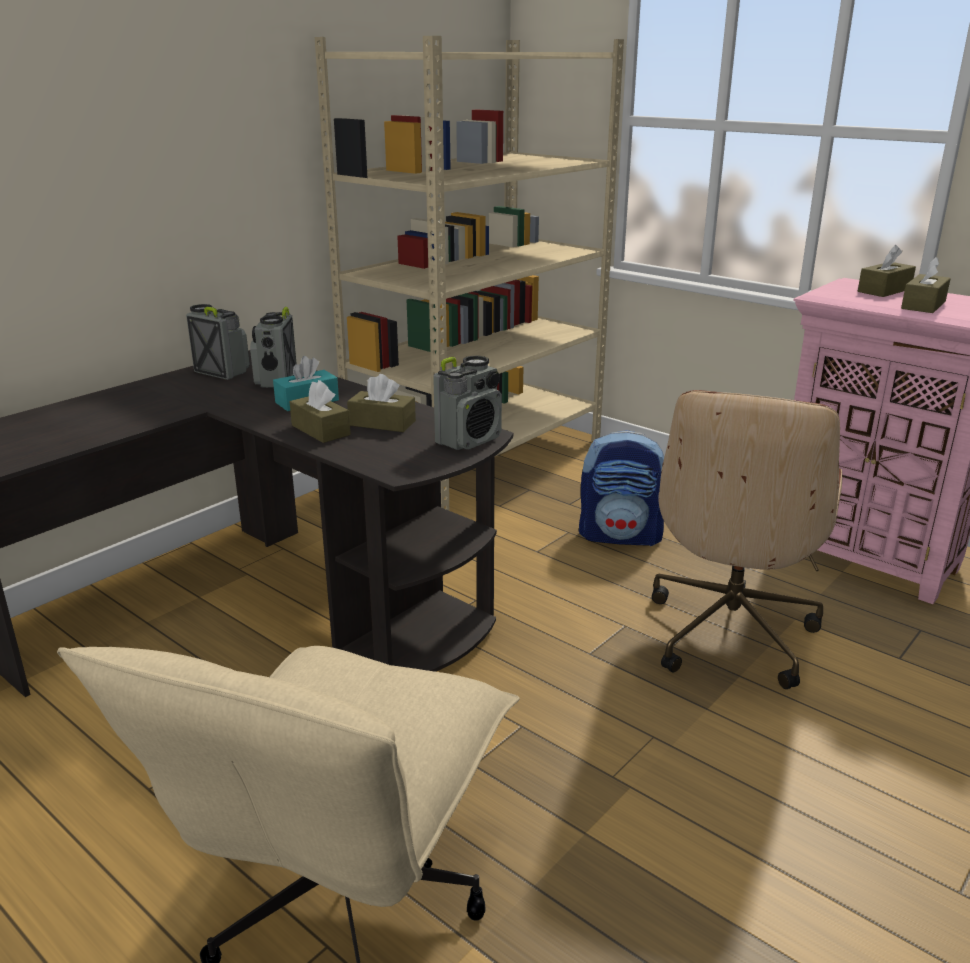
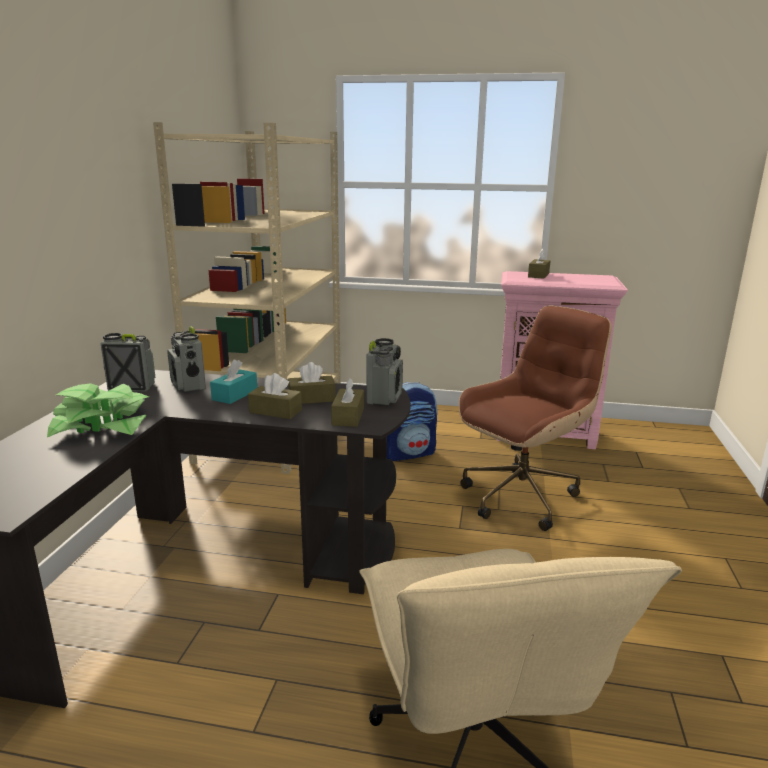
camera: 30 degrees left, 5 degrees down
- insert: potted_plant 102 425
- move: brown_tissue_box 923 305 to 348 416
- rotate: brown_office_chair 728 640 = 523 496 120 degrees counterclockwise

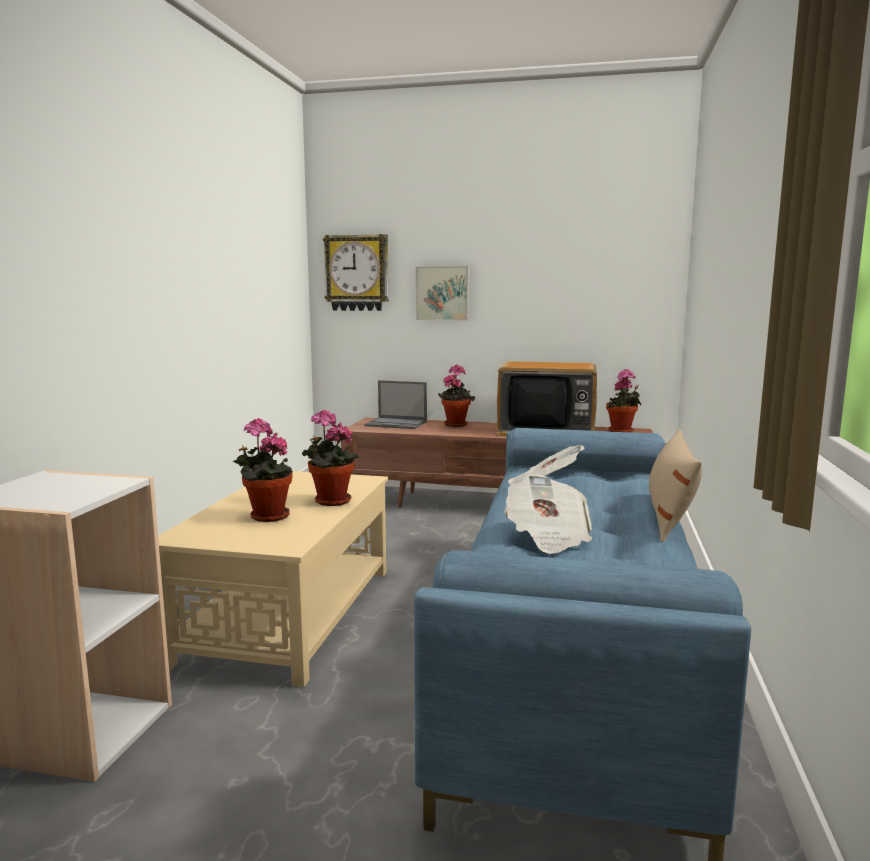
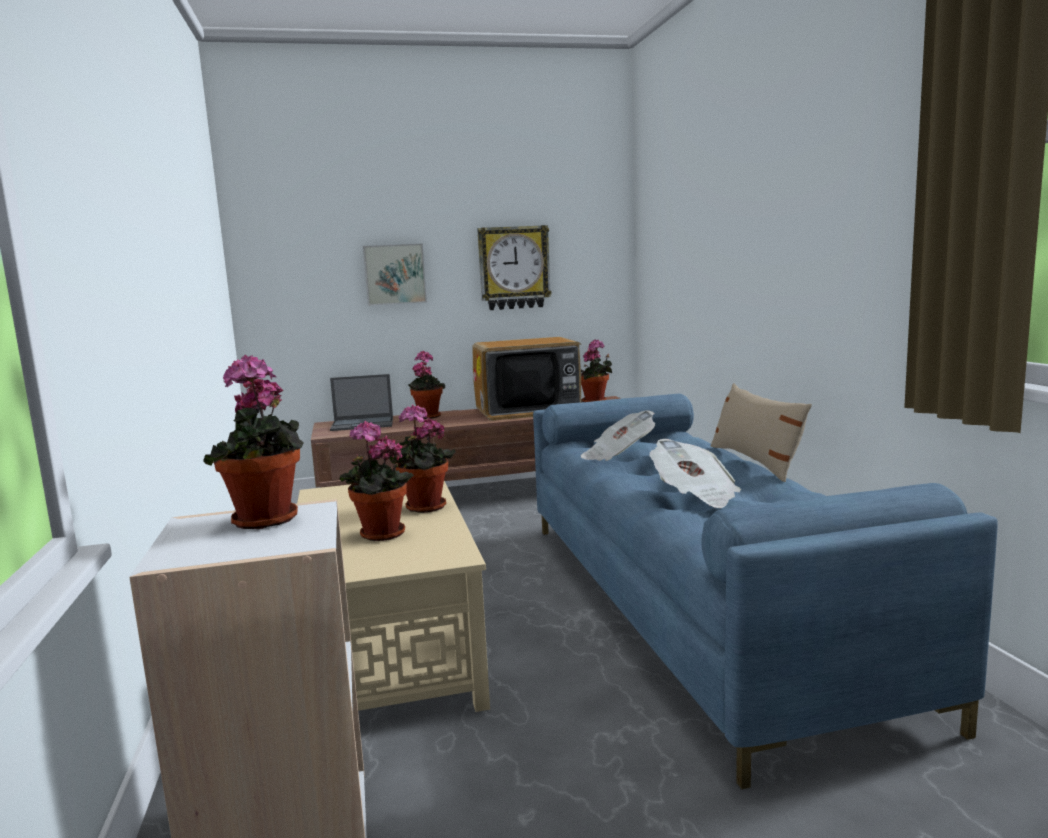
camera: 25 degrees left, 0 degrees up
- insert: potted_plant 267 521
- move: wall_clock 357 273 to 514 268

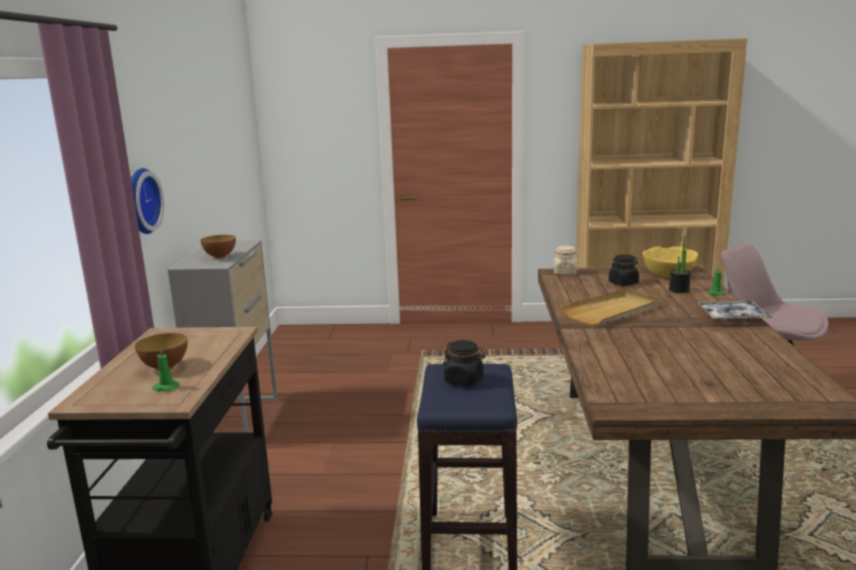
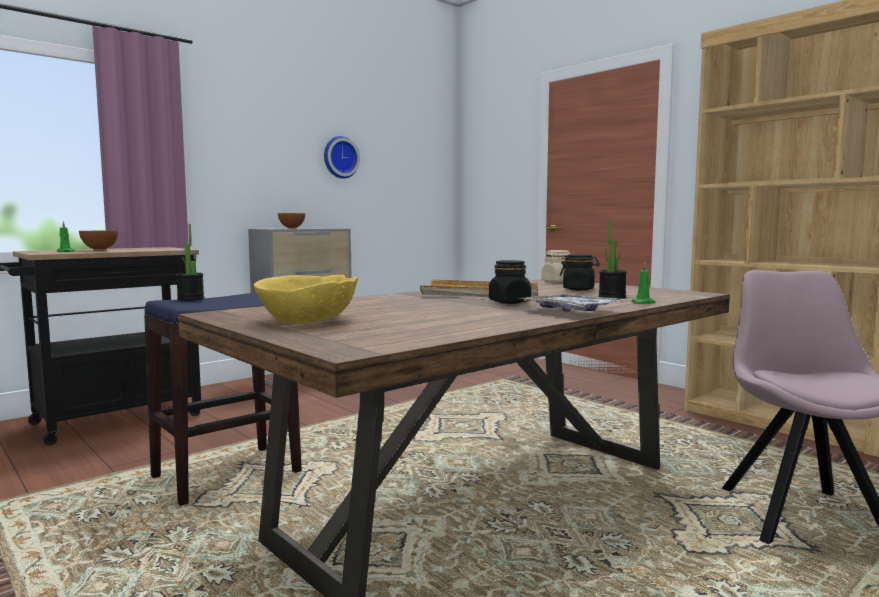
camera: 45 degrees right, 10 degrees down
- insert: potted_plant 190 299
- move: wall_clock 139 201 to 340 157
- move: black_jar 464 380 to 509 302
- move: yellow_bowl 668 274 to 307 320

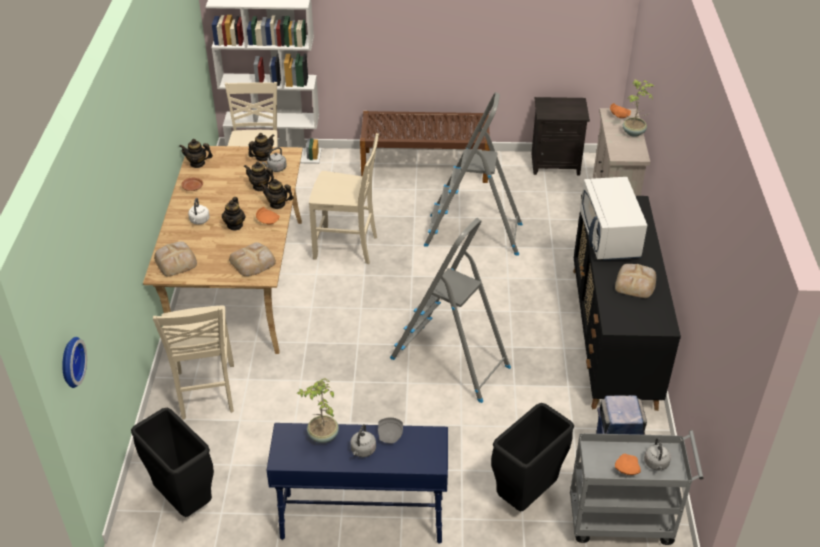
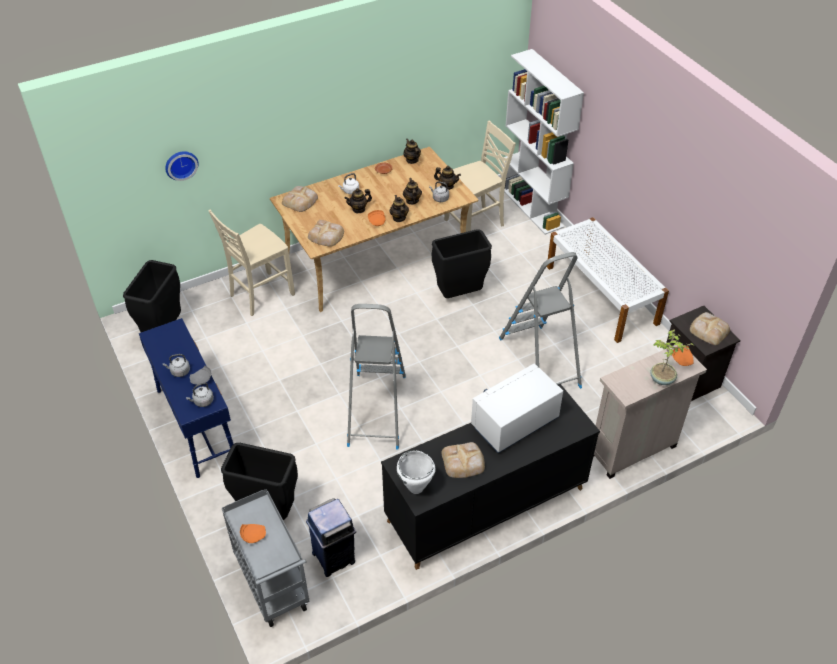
camera: 60 degrees right, 5 degrees up
- delete: potted_plant 322 436
- insert: white_cooking_pot 416 488
- insert: bread 708 330
- move: wall_clock 69 362 to 181 164
- move: grey_kettle 656 464 to 202 401
- replace: beige_chair 347 247 to black_trash_can 459 295
- recolor: brown_bench 425 165 to white_bench 602 294

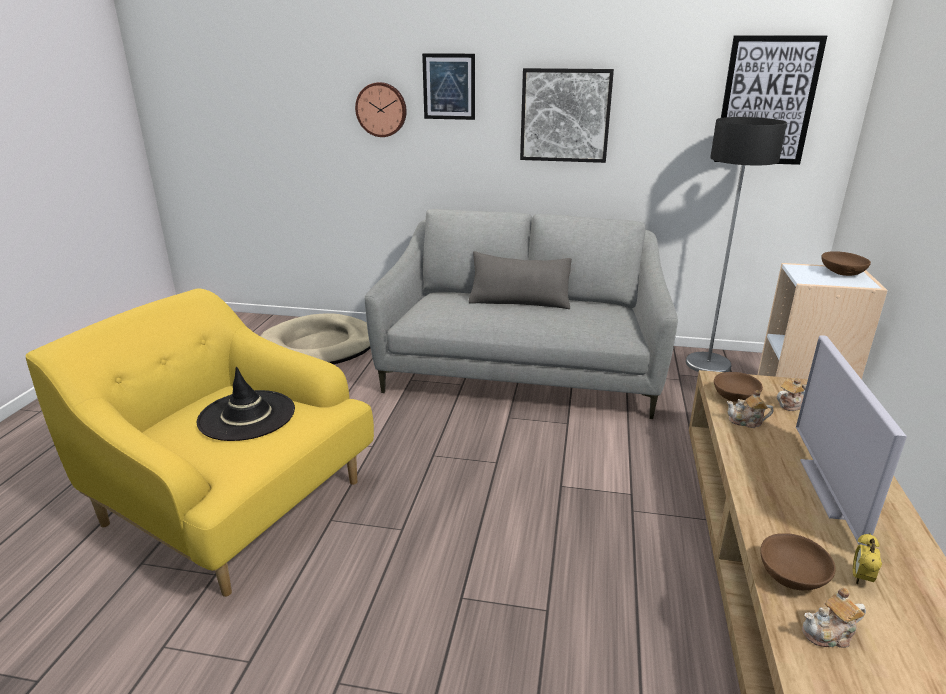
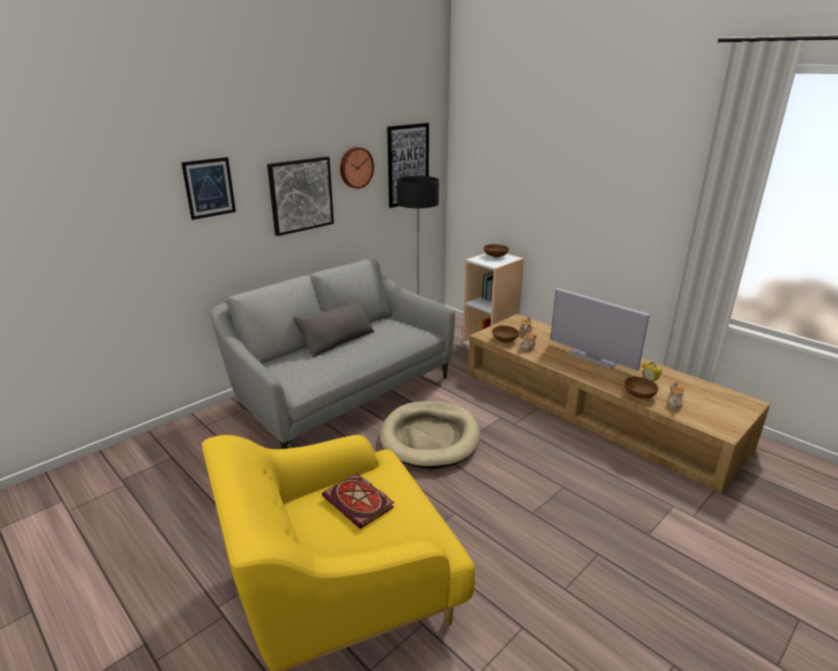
camera: 55 degrees left, 0 degrees up
- move: beige_dog_bed 320 346 to 430 438
- move: wall_clock 381 109 to 355 167
- replace: black_hat 247 416 to book 360 502

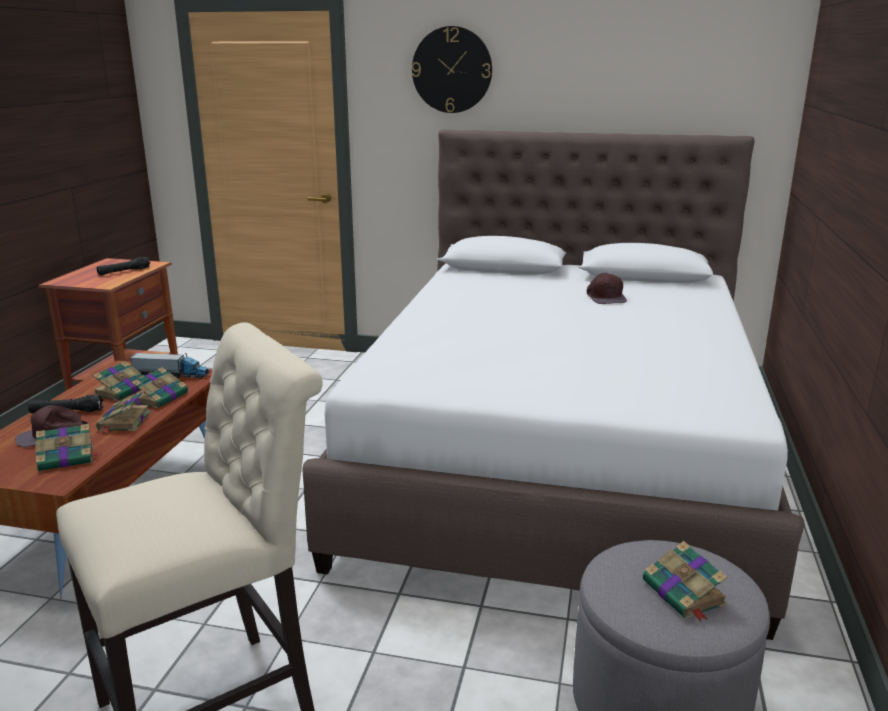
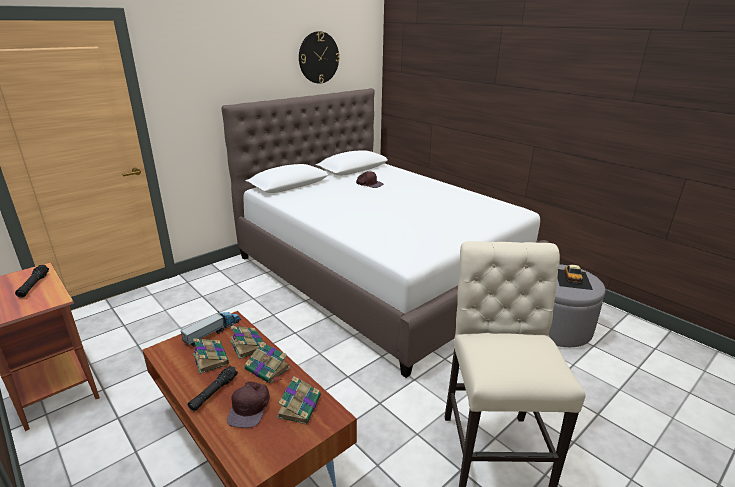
camera: 55 degrees left, 5 degrees up
- move: wall_clock 452 70 to 318 57
- replace: book 684 594 to toy_car 573 278

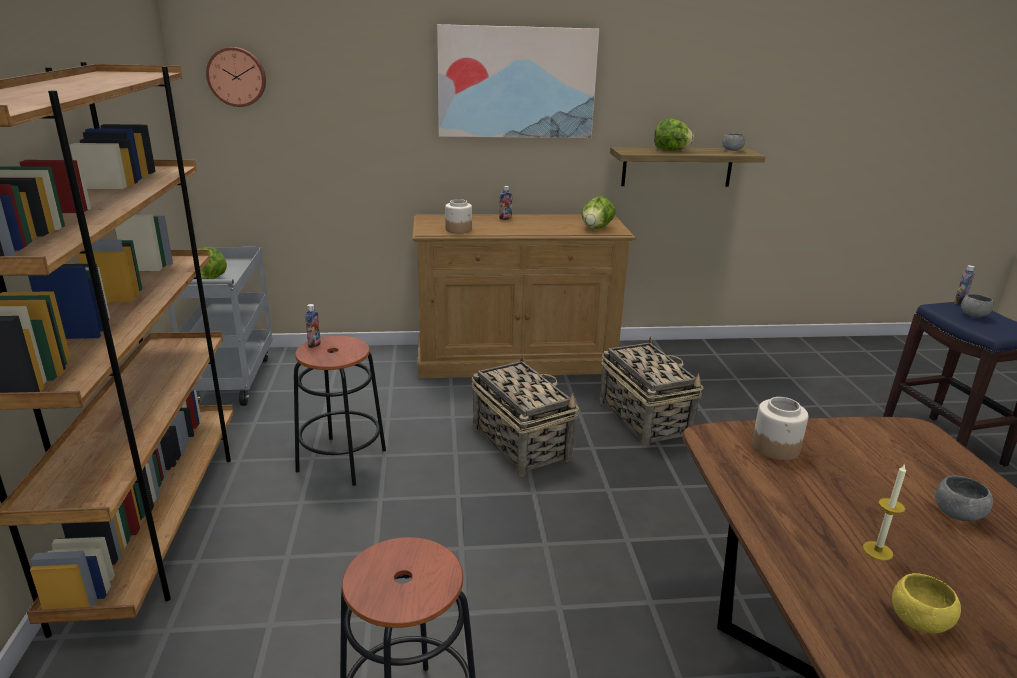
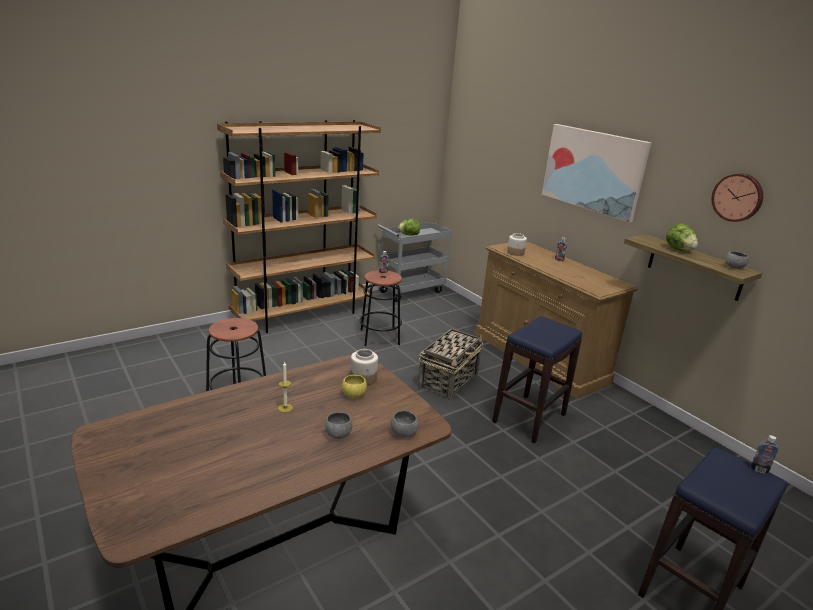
camera: 60 degrees right, 0 degrees up
- delete: lettuce 596 228
- move: wall_clock 237 77 to 738 197
- move: yellow_bowl 918 621 to 354 394
- move: grey_bowl 973 315 to 403 433
- replace: basket 643 418 to stool 529 418

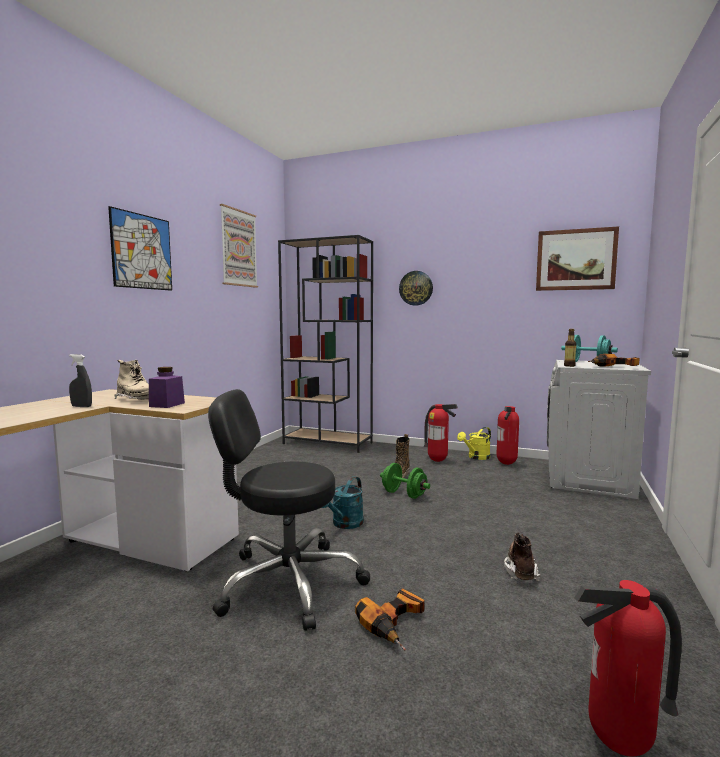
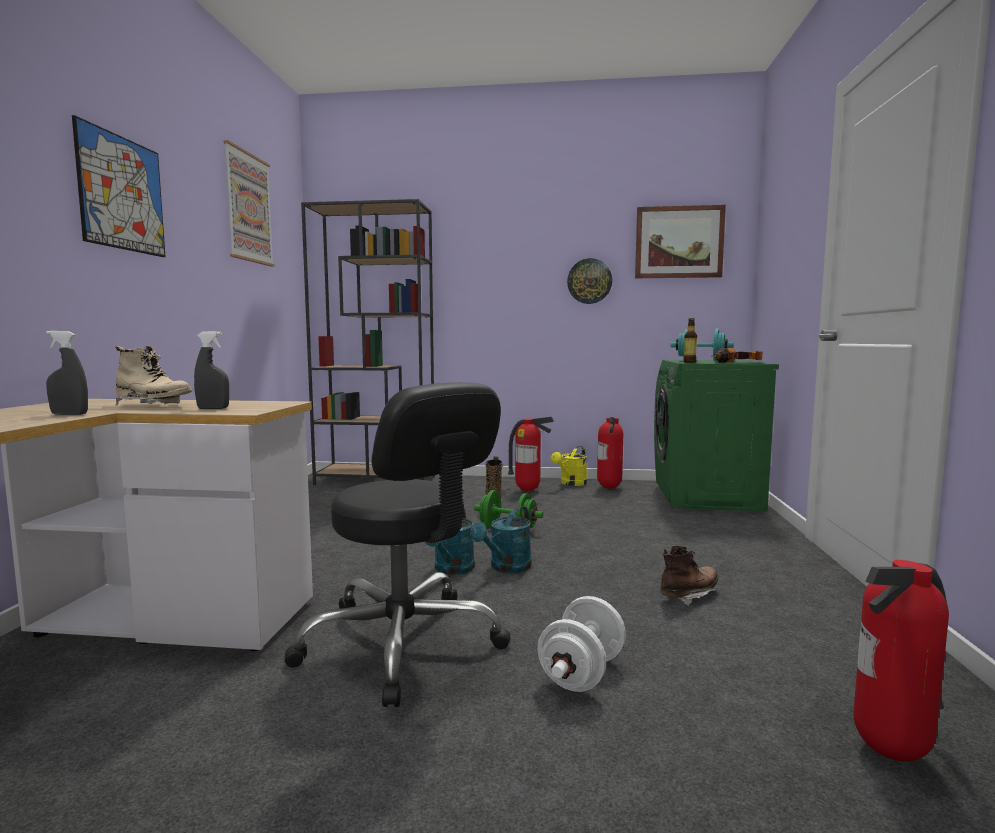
camera: 15 degrees left, 0 degrees up
- insert: turquoise_watering_can 506 567
- move: wall_clock 416 288 to 589 281
- replace: purple_jar 167 405 to grey_spray_bottle 213 408
- replace: power_drill 396 625 to white_dumbbell 581 673
- recolor: white_washing_machine 588 480 to green_washing_machine 706 498
- rotate: black_office_chair 283 583 = 407 647 120 degrees counterclockwise
- rotate: brown_boot 520 570 = 689 595 60 degrees clockwise

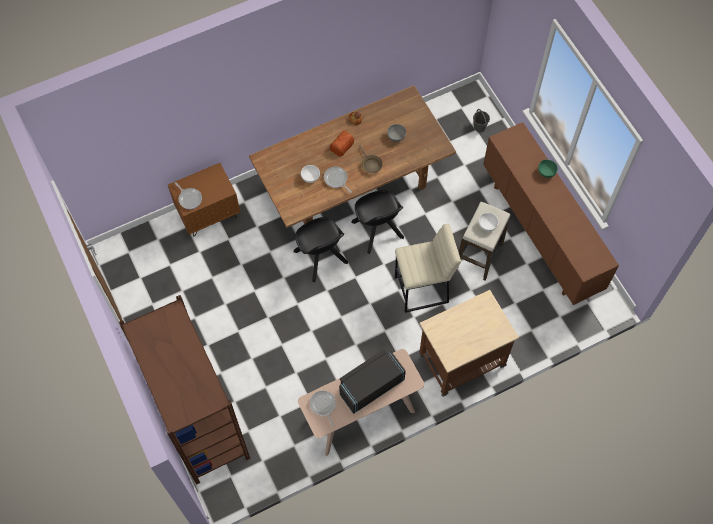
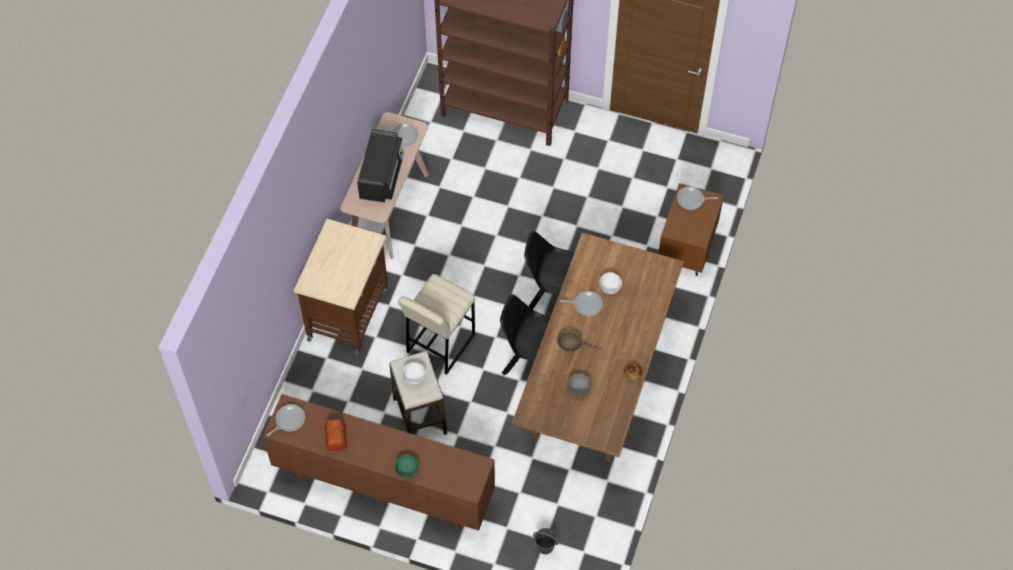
camera: 135 degrees right, 5 degrees down
- insert: frying_pan 289 420
- move: bread 342 146 to 335 438

